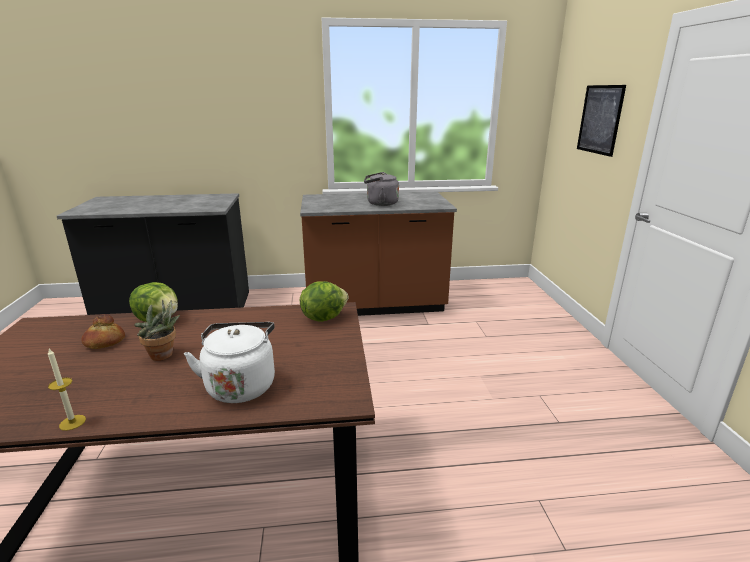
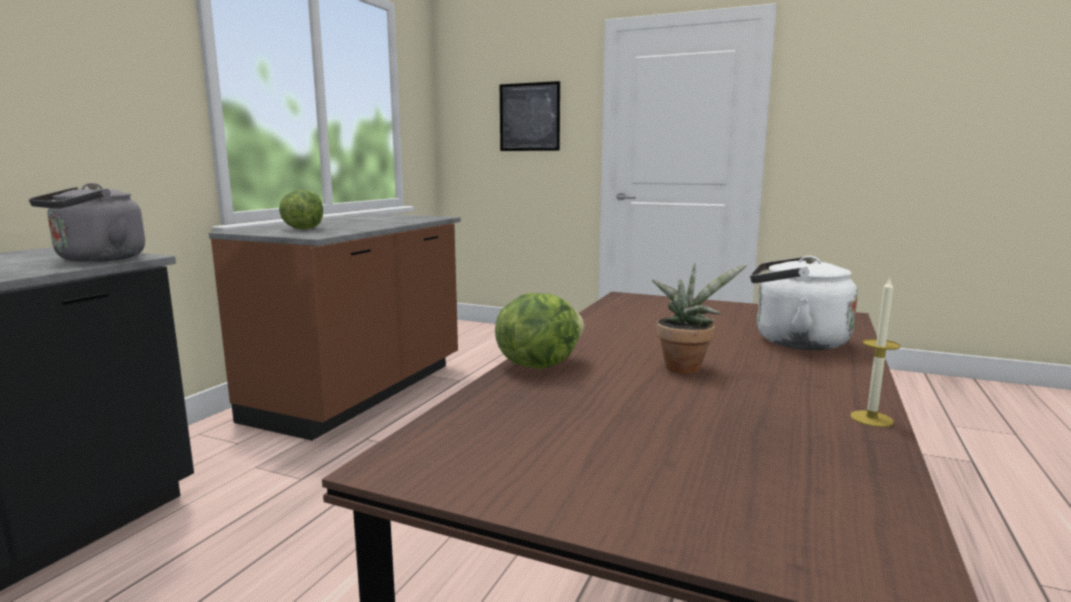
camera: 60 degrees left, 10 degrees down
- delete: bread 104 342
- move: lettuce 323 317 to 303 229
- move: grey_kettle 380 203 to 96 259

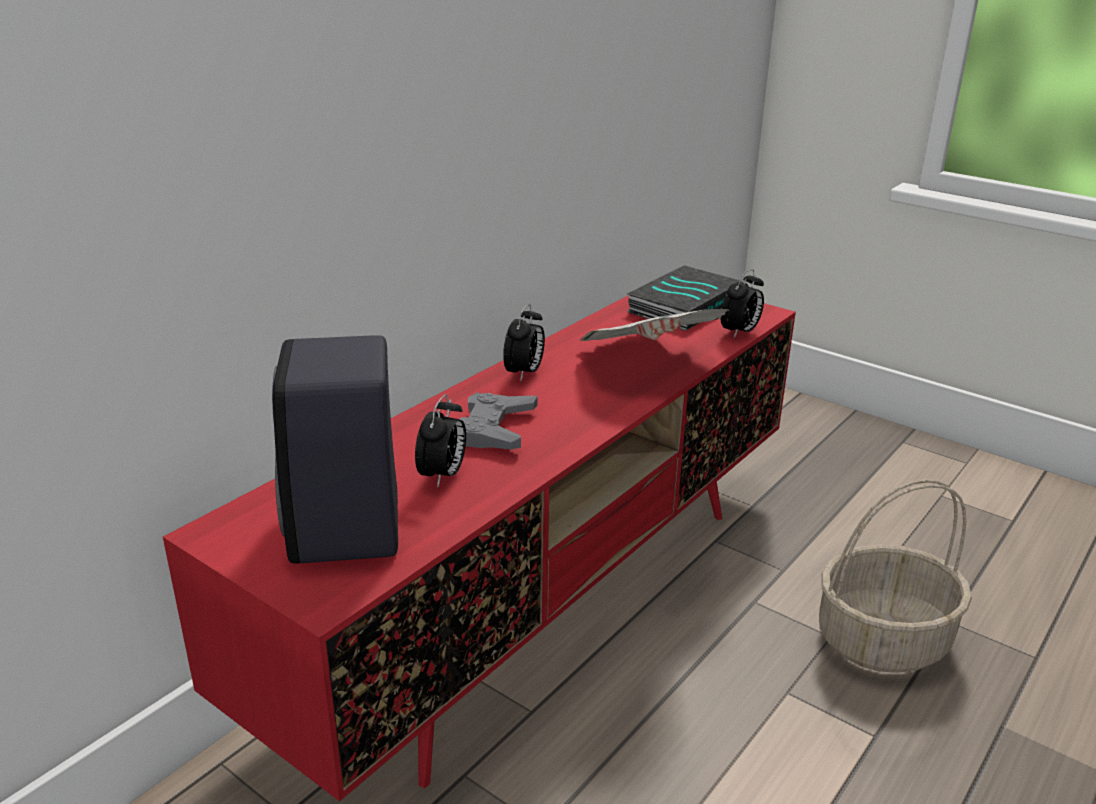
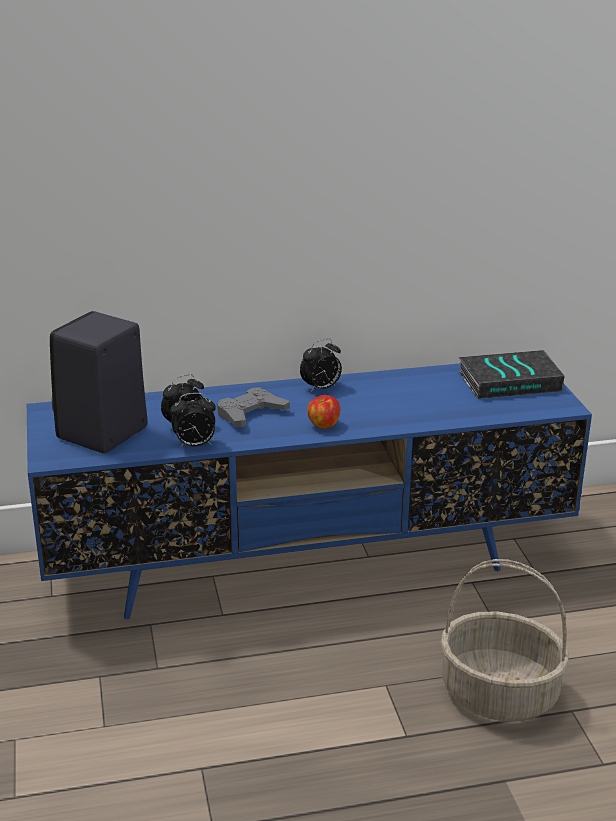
camera: 40 degrees right, 0 degrees up
- delete: newspaper 648 363
- insert: apple 323 425
- move: alarm_clock 740 332 to 194 445
- recolor: red_tv_stand 545 598 to blue_tv_stand 309 562

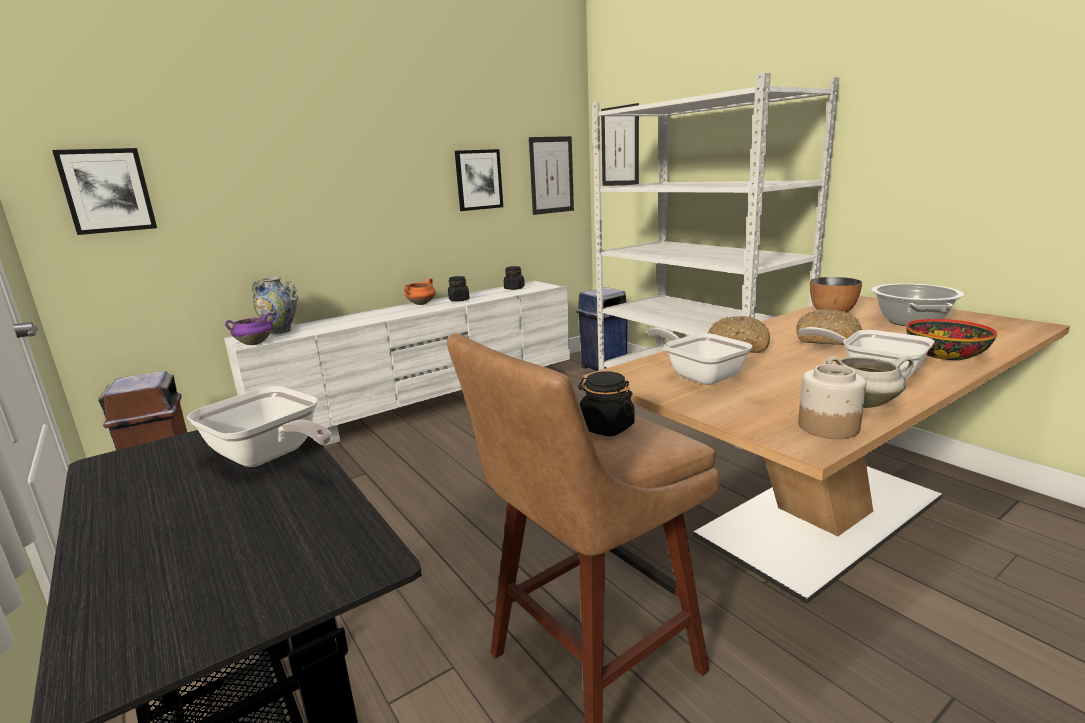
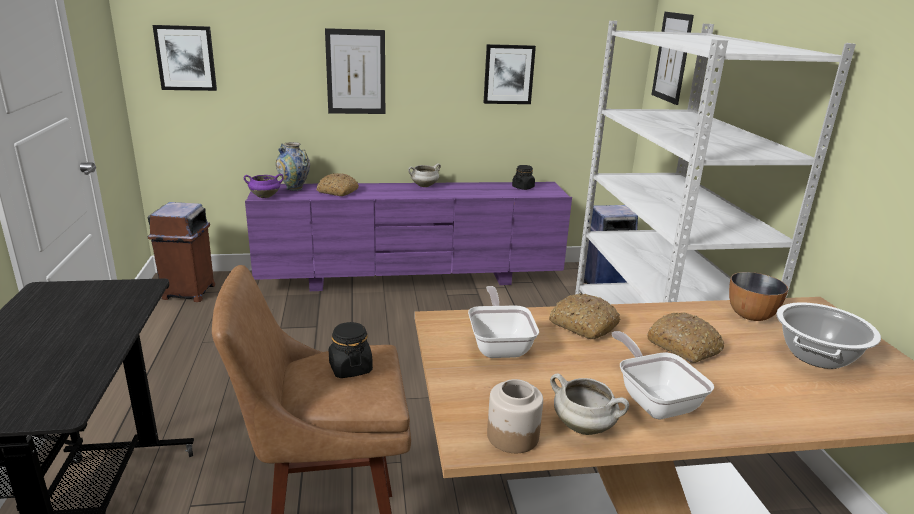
camera: 25 degrees right, 5 degrees up
- delete: frying_pan 270 457
- delete: black_jar 459 300
- delete: bowl 946 354
- insert: bread 337 191
- move: picture 551 175 to 356 72
- recolor: white_cabinet 426 406 to purple_cabinet 411 279
- recolor: orange_cooking_pot 421 304 to white_cooking_pot 424 186

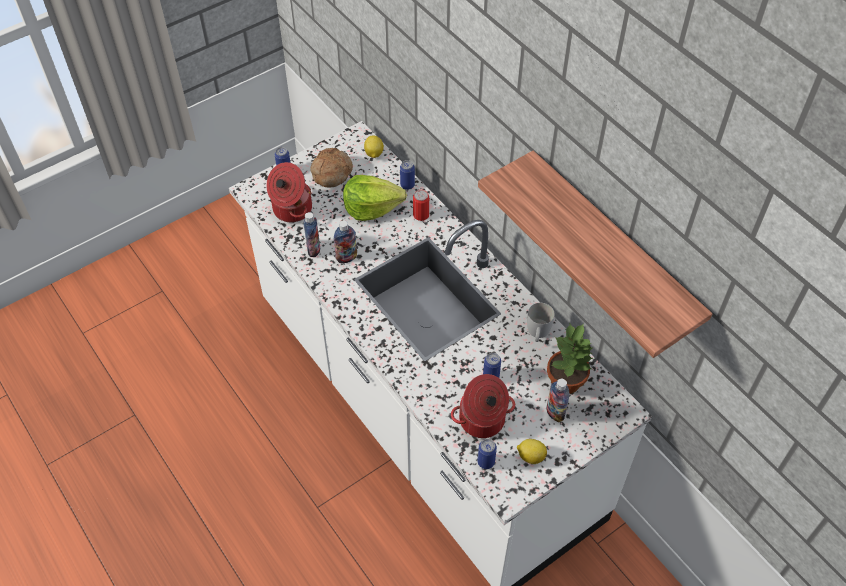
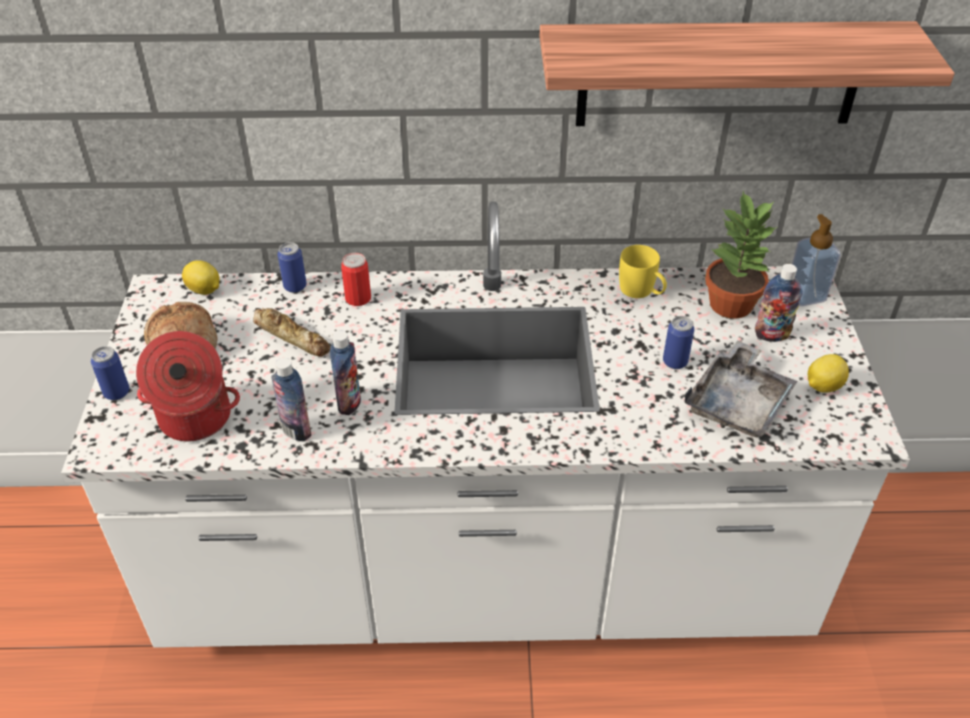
camera: 55 degrees left, 10 degrees down
- delete: can 486 462
- insert: soap_dispenser 805 295
- replace: lettuce 371 208 to bread 292 336
- replace: cooking_pot 482 420 to grey_tray 738 403
- recolor: white_mug 537 333 to yellow_mug 641 292

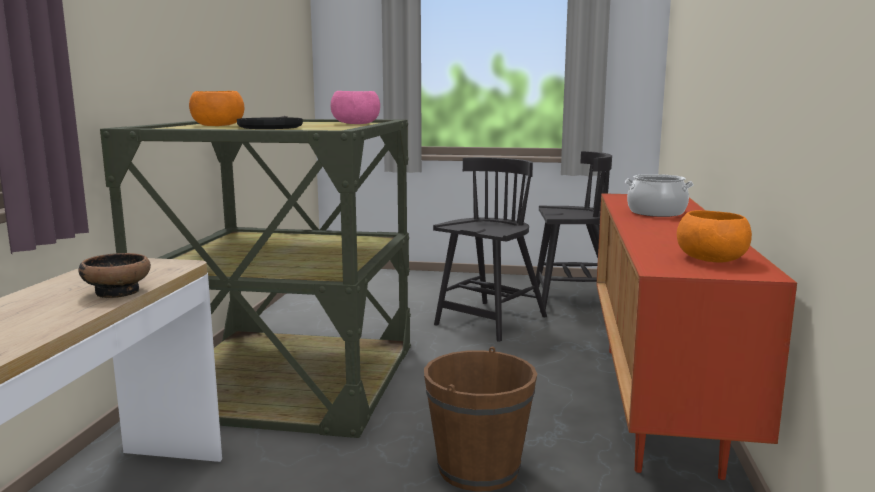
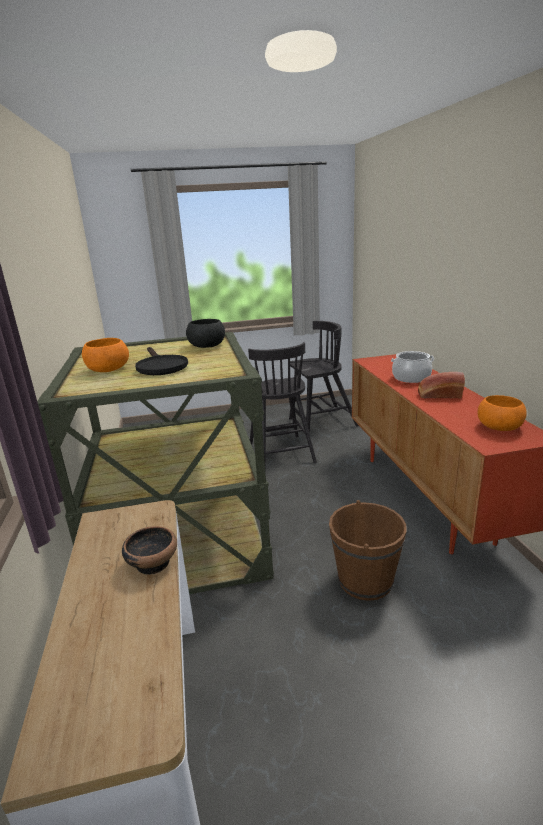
camera: 20 degrees left, 10 degrees up
- insert: bread 438 395
- recolor: pink_bowl 356 123 to black_bowl 207 345
- rotate: black_chair 490 321 = 280 451 150 degrees clockwise

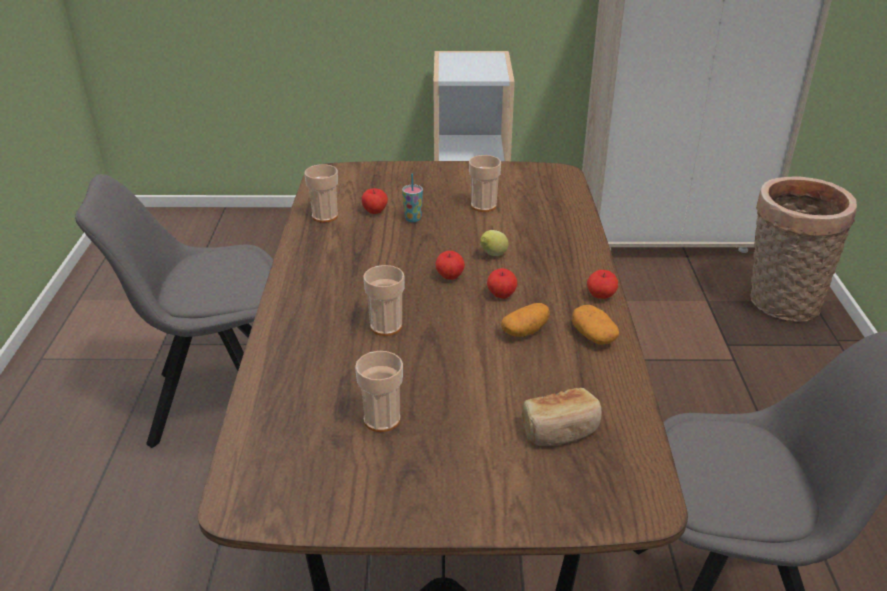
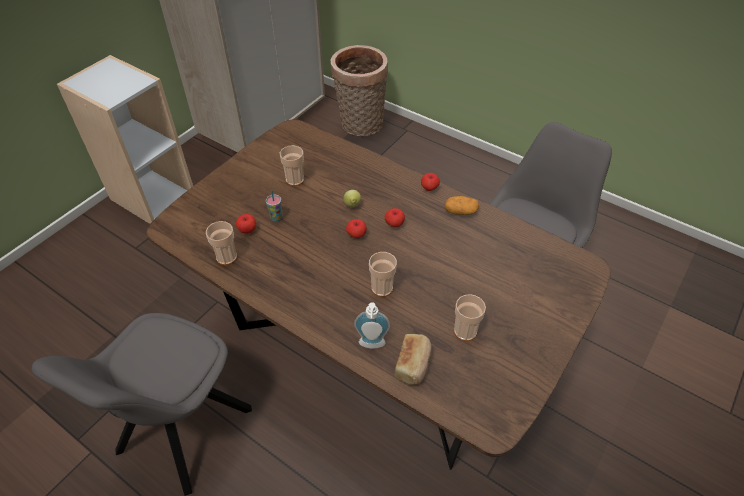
camera: 55 degrees left, 15 degrees up
- delete: potato 525 331
- insert: soap_dispenser 371 345
- move: bread 560 430 to 413 364

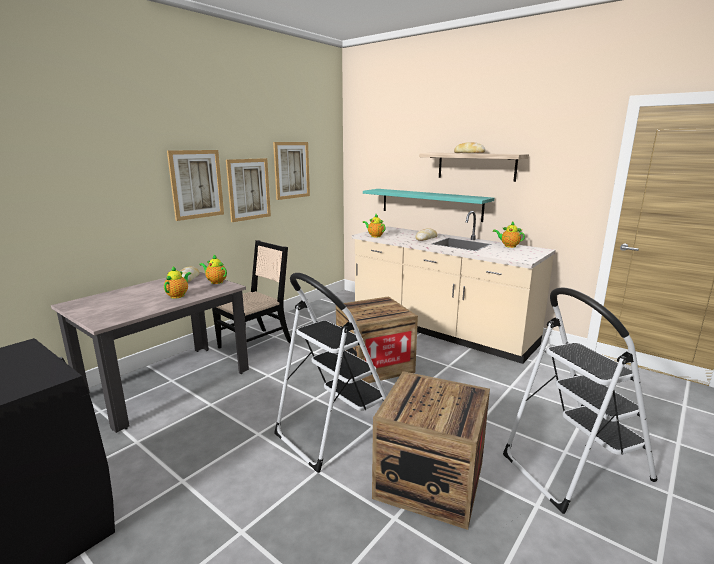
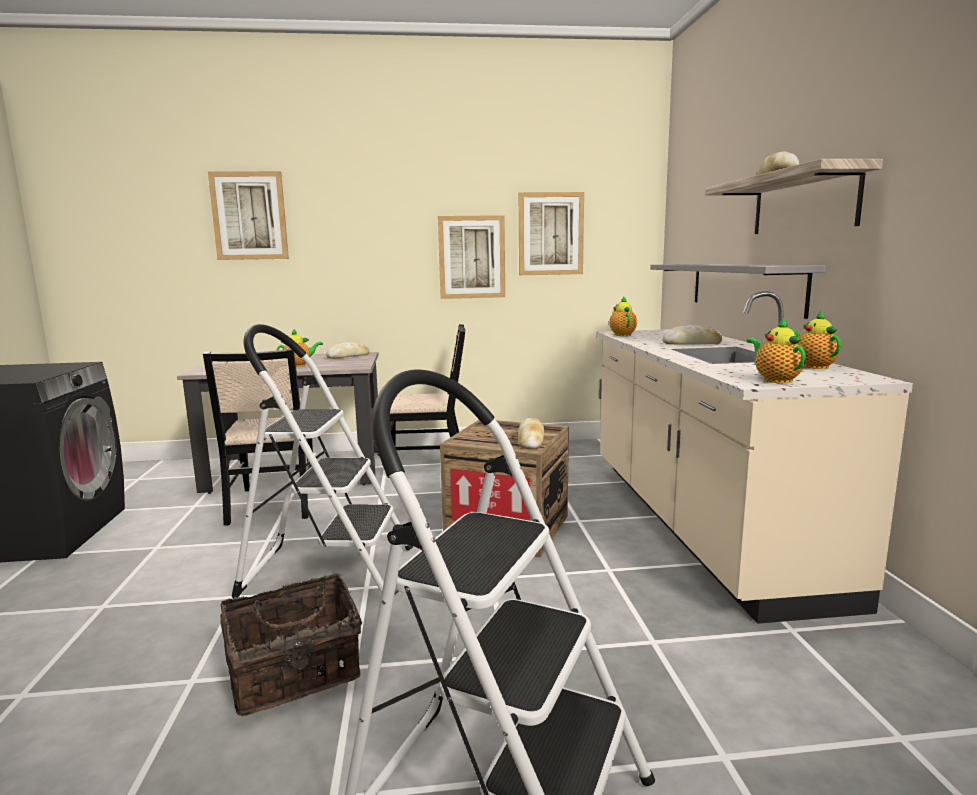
camera: 45 degrees right, 5 degrees down
- insert: chair 273 504
- insert: bread 530 440
- move: picture 196 184 to 249 216
- move: teapot 215 282 to 775 380
- replace: crate 429 480 to basket 295 673
- recolor: turquoise_shelf 430 204 to grey_shelf 744 286

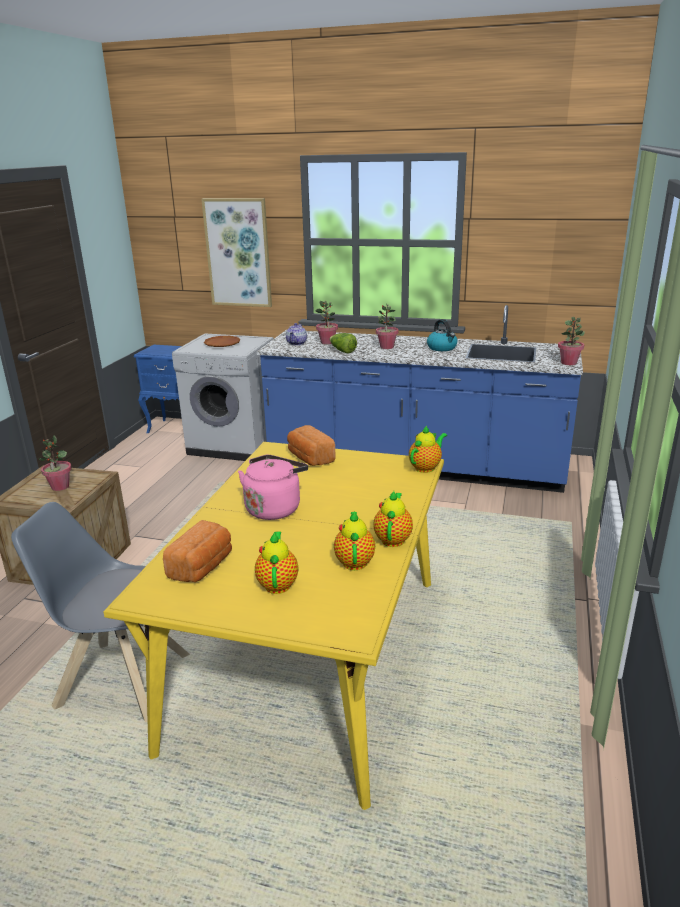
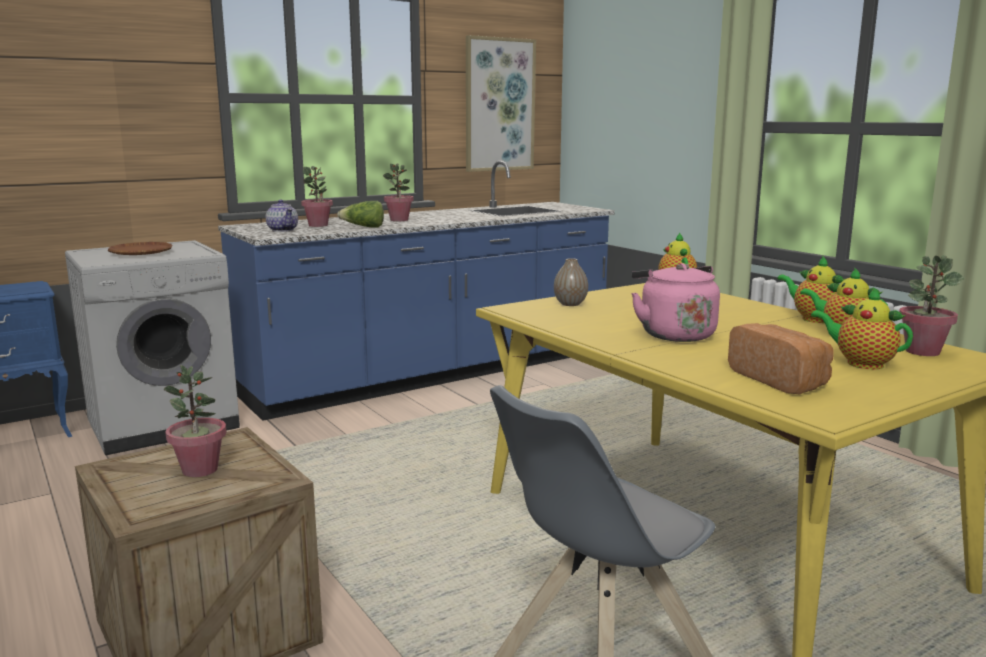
camera: 50 degrees left, 10 degrees down
- delete: kettle 442 348
- move: picture 238 253 to 499 105
- move: potted_plant 569 363 to 922 351
- replace: bread 309 458 to vase 570 304

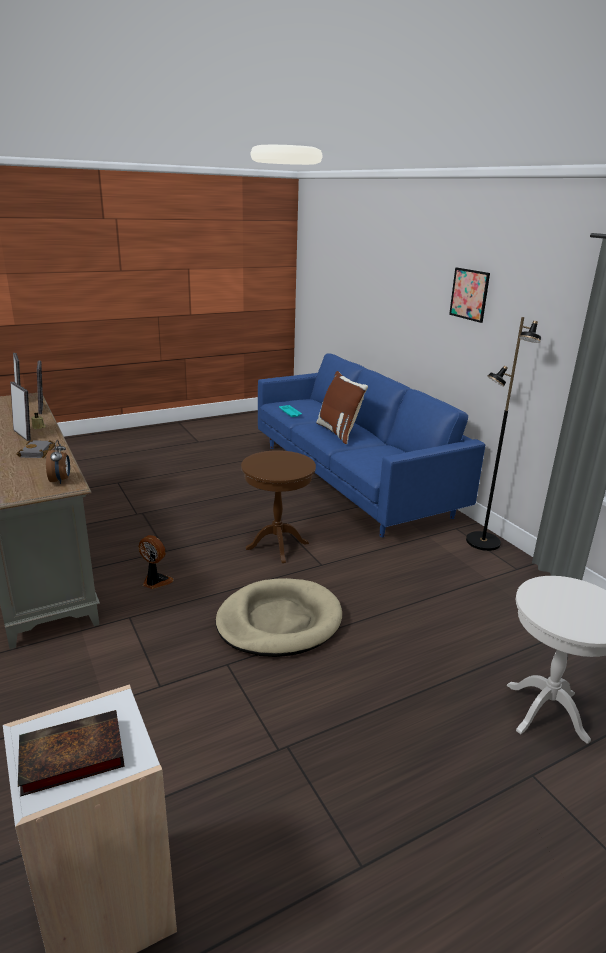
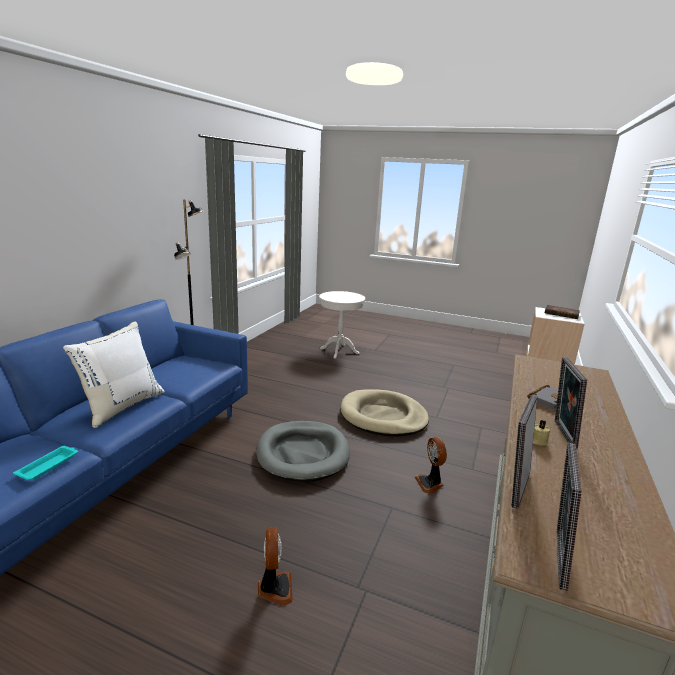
camera: 130 degrees left, 5 degrees down
- delete: alarm_clock 61 480
- delete: picture 469 294
- insert: fan 274 588
- replace: brown_side_table 277 546 to grey_dog_bed 303 453
- recolor: brown_pillow 339 432 to white_pillow 122 406

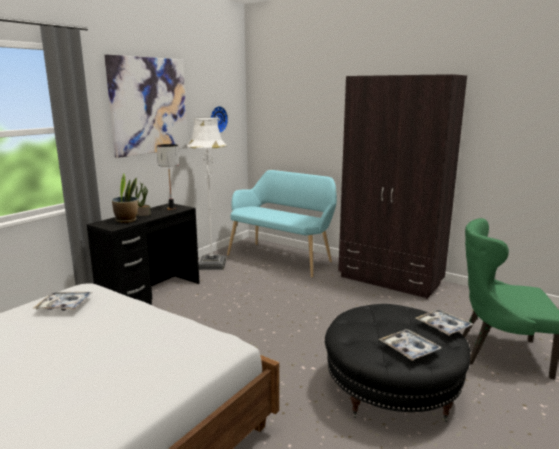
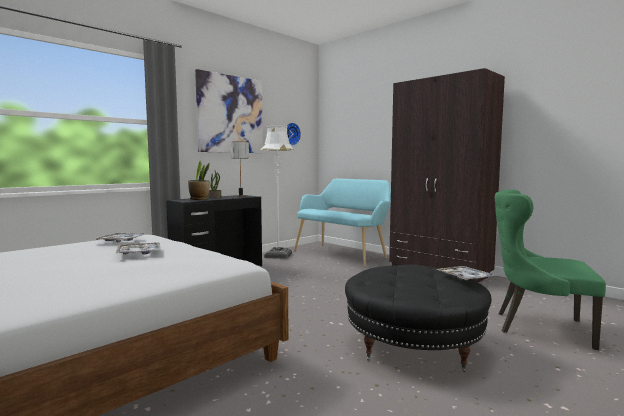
camera: 10 degrees right, 10 degrees down
- move: tray 409 349 to 139 253

